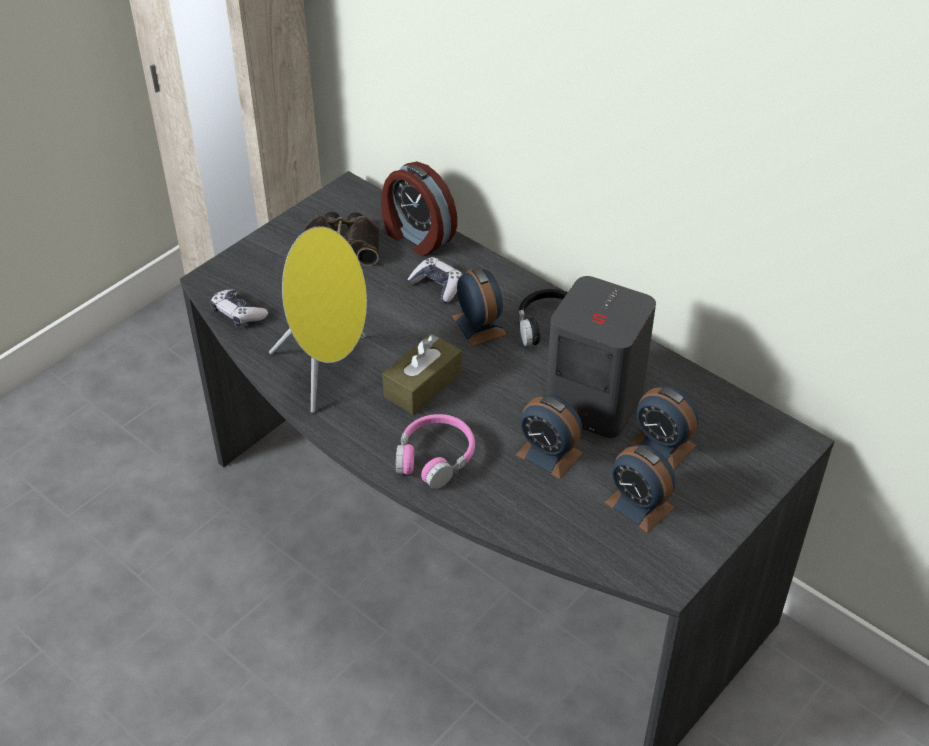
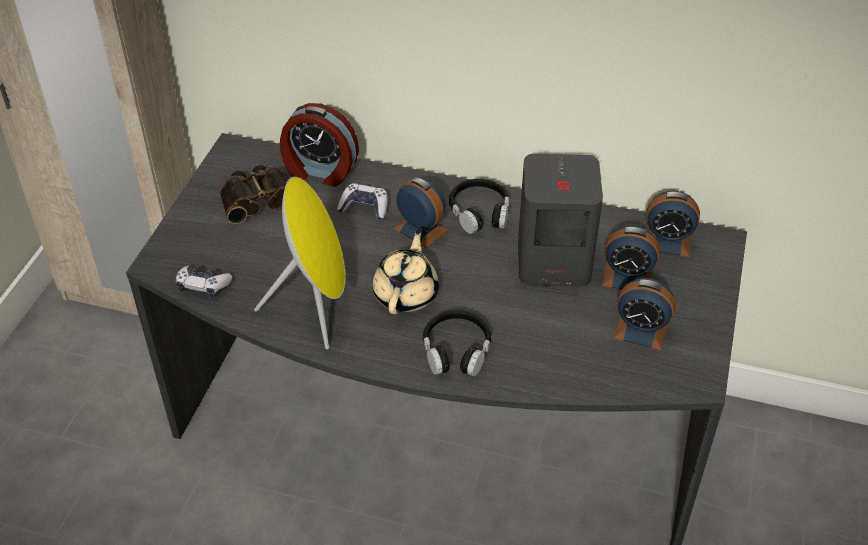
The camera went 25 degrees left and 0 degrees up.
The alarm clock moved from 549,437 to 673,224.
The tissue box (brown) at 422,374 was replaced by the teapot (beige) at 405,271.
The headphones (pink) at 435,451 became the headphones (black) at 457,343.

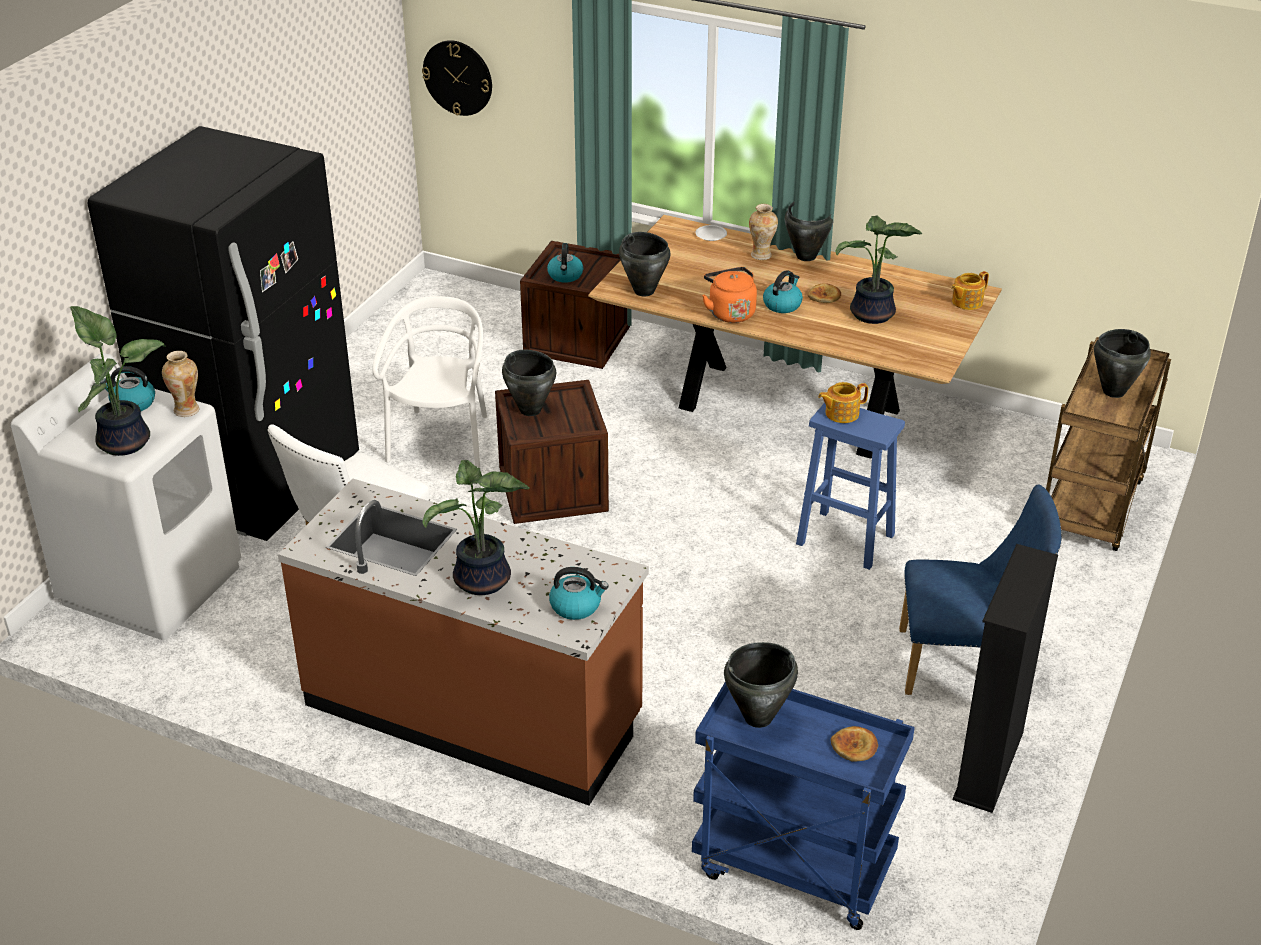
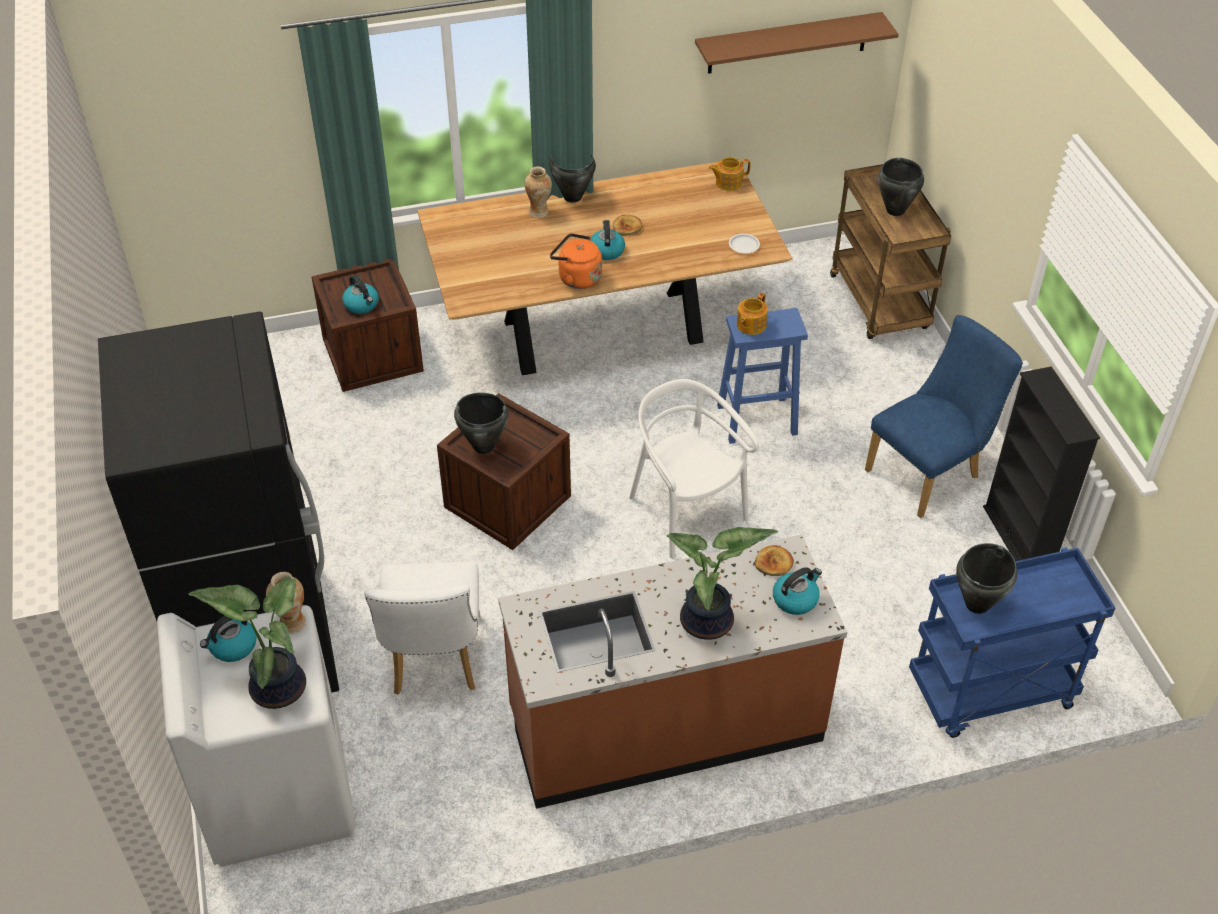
The camera went 40 degrees left and 10 degrees up.
The wall clock at 457,78 disappeared.
The cooking pot (black) at 644,264 disappeared.
The potted plant at 878,269 disappeared.
The shelf (brown) at 796,43 appeared.
The chair (white) moved from 430,382 to 694,469.
The plate (white) moved from 711,233 to 744,243.
The bread moved from 854,744 to 774,560.
The teapot at 970,290 turned 60 degrees clockwise.

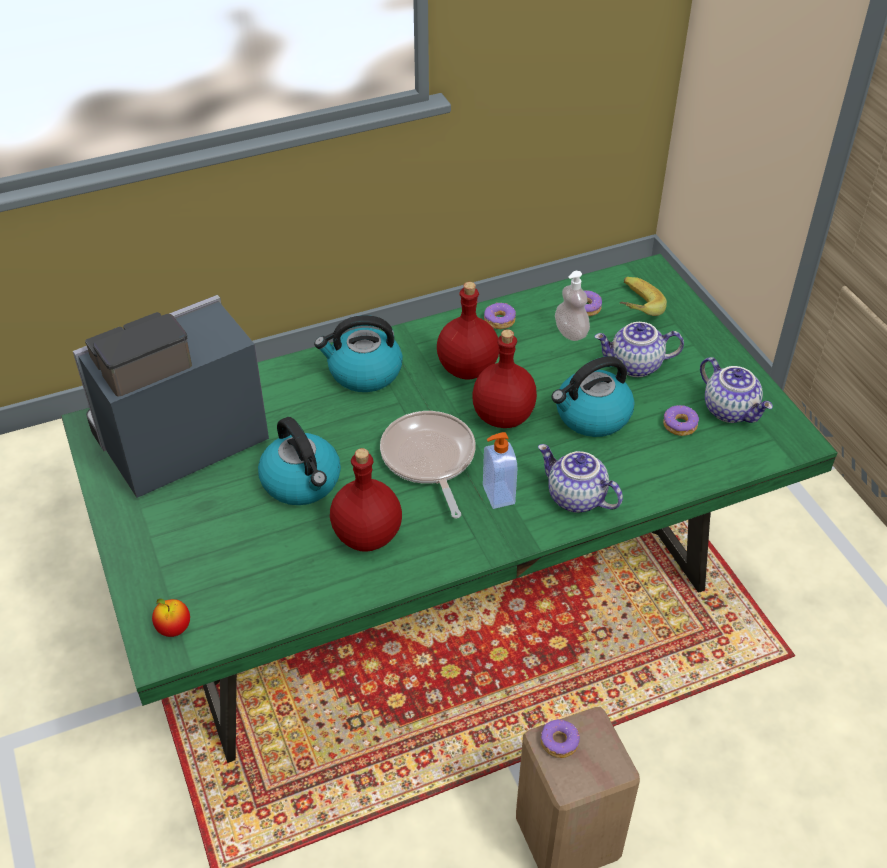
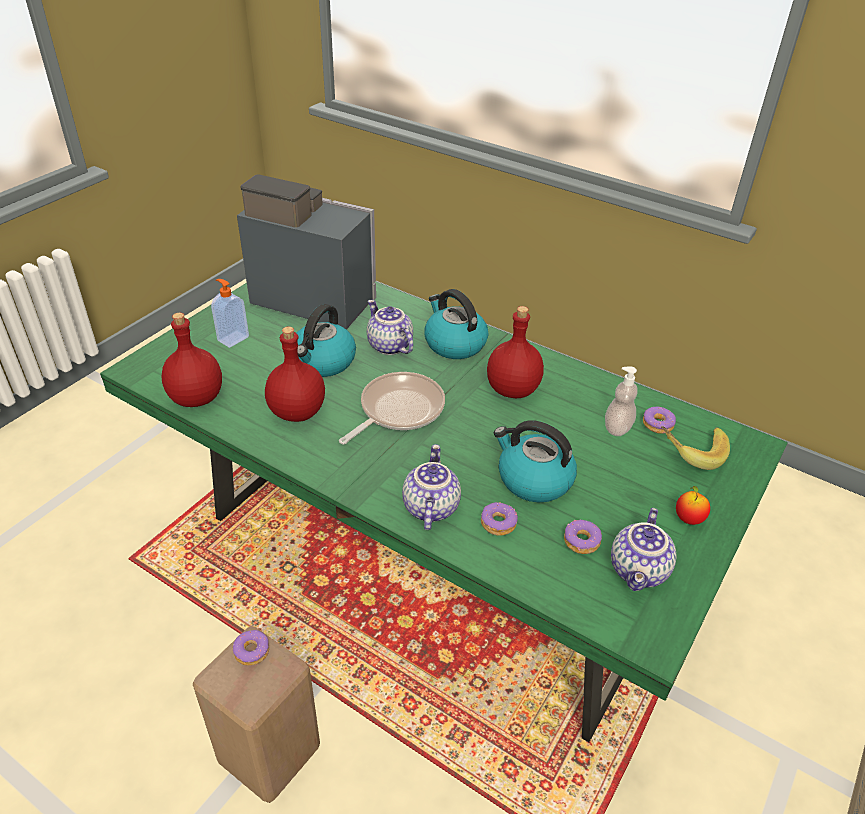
The camera went 55 degrees right and 5 degrees down.
The apple moved from 171,618 to 693,505.
The bottle (red) moved from 504,378 to 191,360.
The soap dispenser moved from 500,470 to 230,313.
The donut moved from 500,315 to 499,519.
The teapot moved from 639,349 to 390,327.

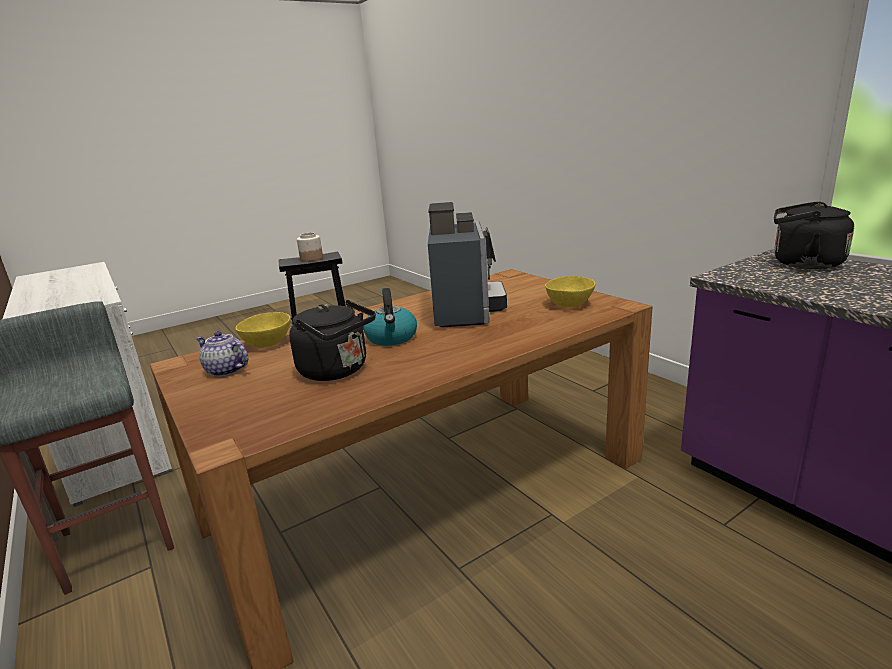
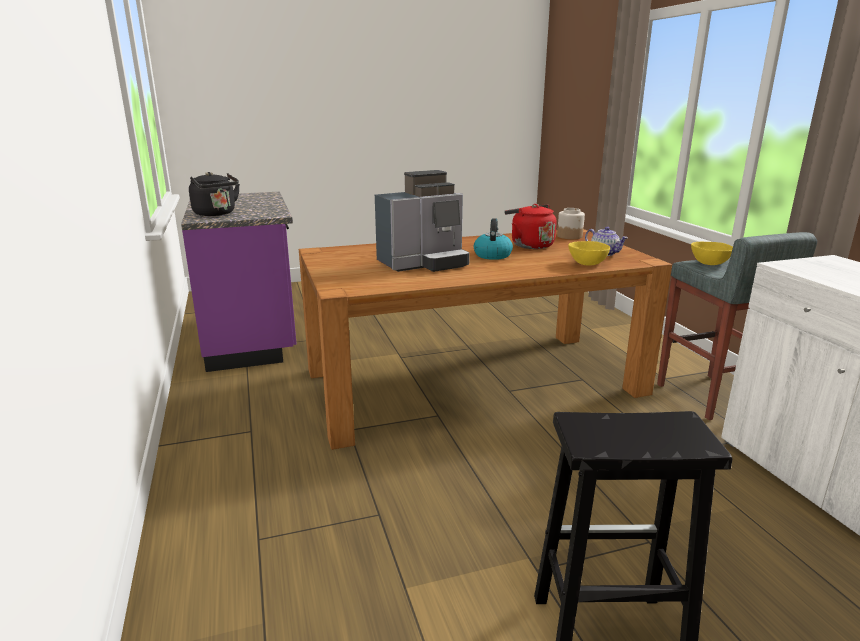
The camera went 165 degrees left and 0 degrees up.
The jar moved from 310,247 to 571,223.
The bowl (yellow) moved from 570,291 to 712,253.
The kettle (black) at 332,340 became the kettle (red) at 530,226.
The coffee machine at 467,264 turned 135 degrees counterclockwise.

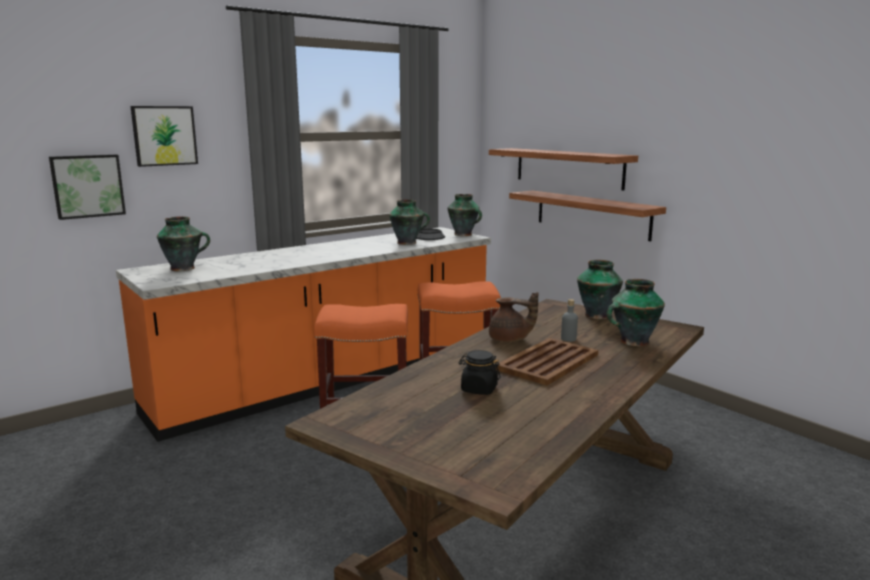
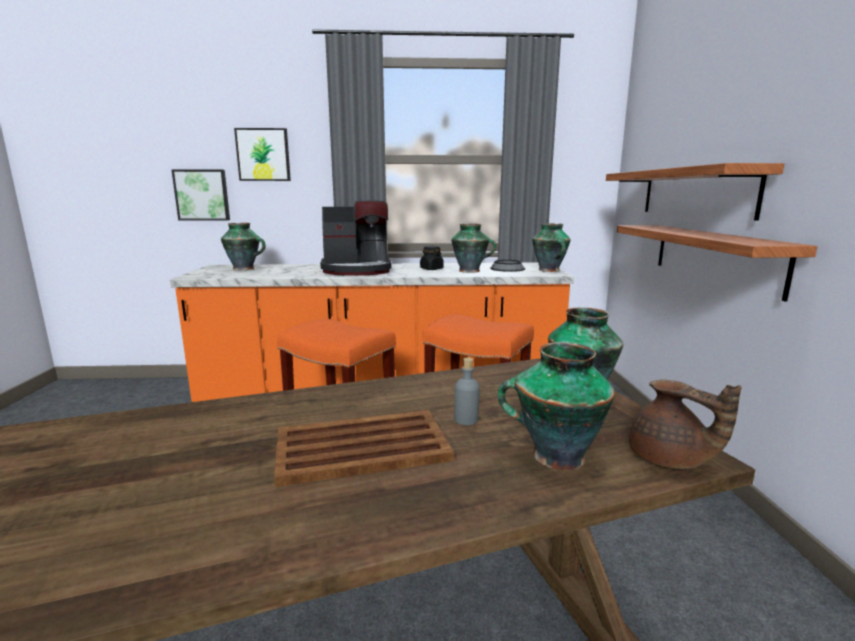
The camera went 35 degrees right and 0 degrees up.
The coffee machine at 356,238 appeared.
The jar (black) moved from 479,372 to 432,258.
The teapot (brown) moved from 513,317 to 685,424.

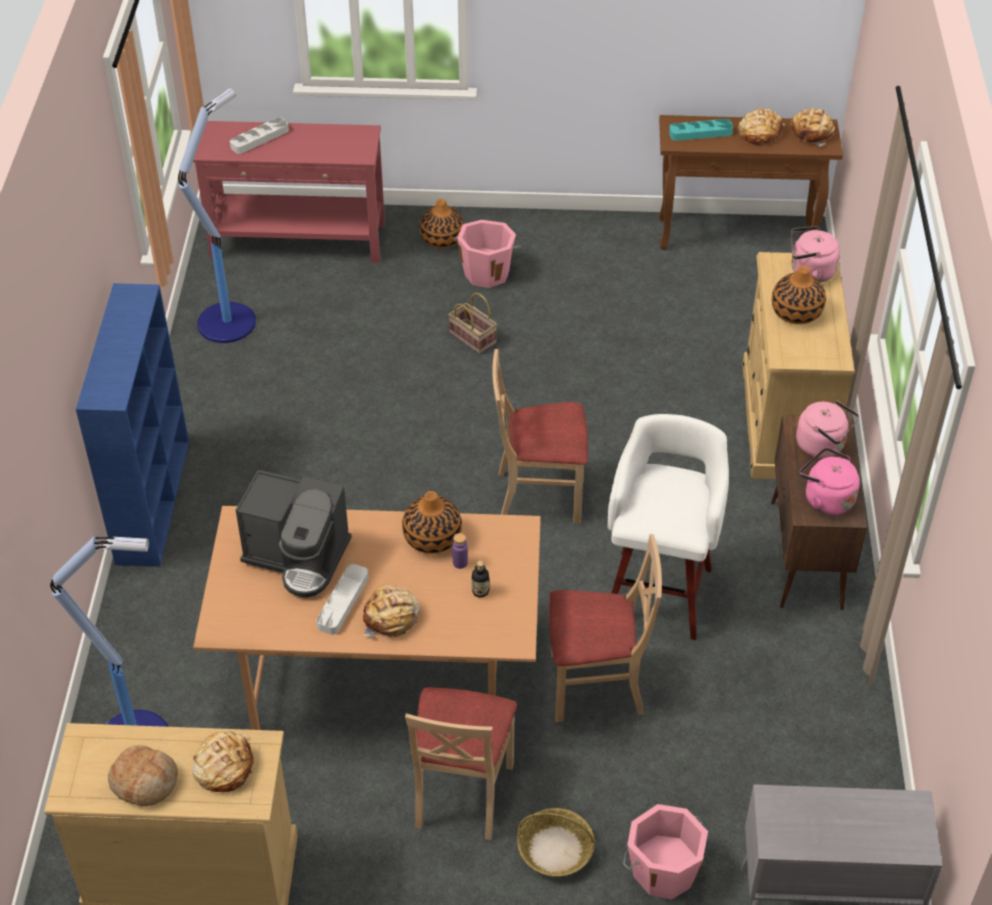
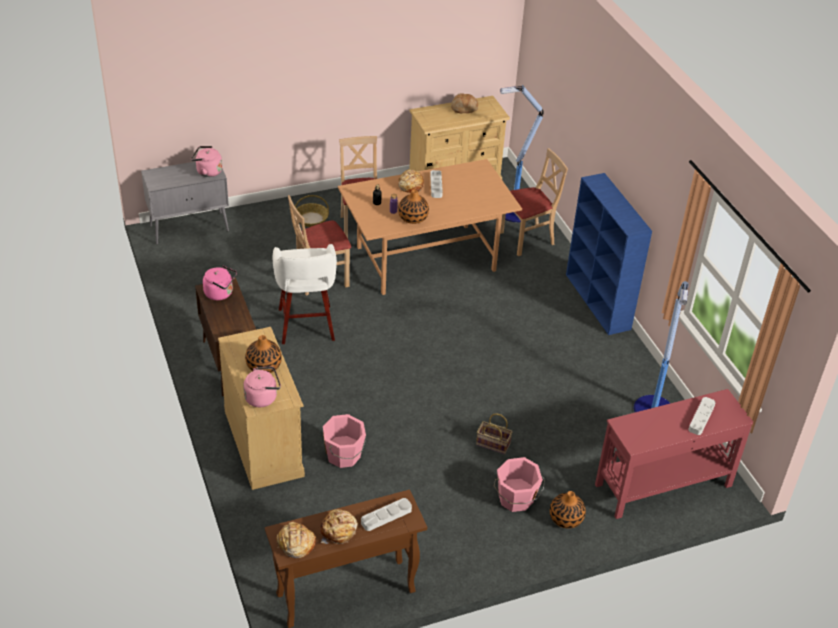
The camera went 155 degrees right and 5 degrees down.
The bread at 223,761 disappeared.
The coffee machine at 294,534 disappeared.
The chair (beige) moved from 540,436 to 534,202.
The bucket (pink) moved from 665,852 to 344,441.
The kettle (pink) moved from 827,429 to 206,161.
The tray (turquoise) at 701,130 became the tray (grey) at 386,514.

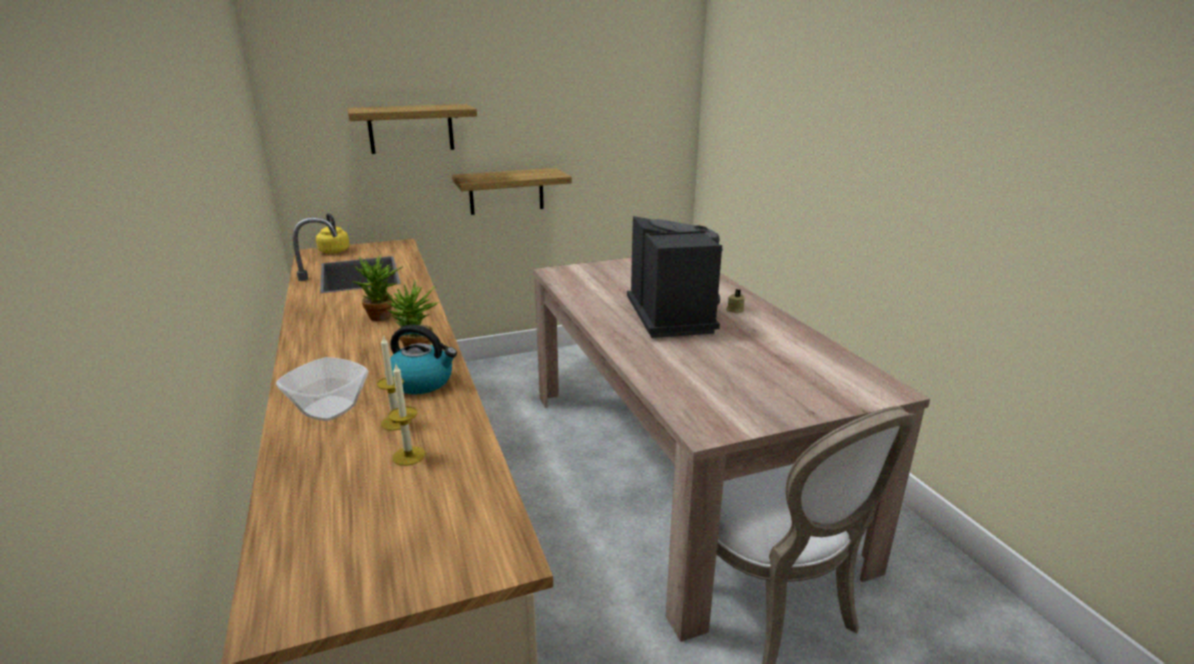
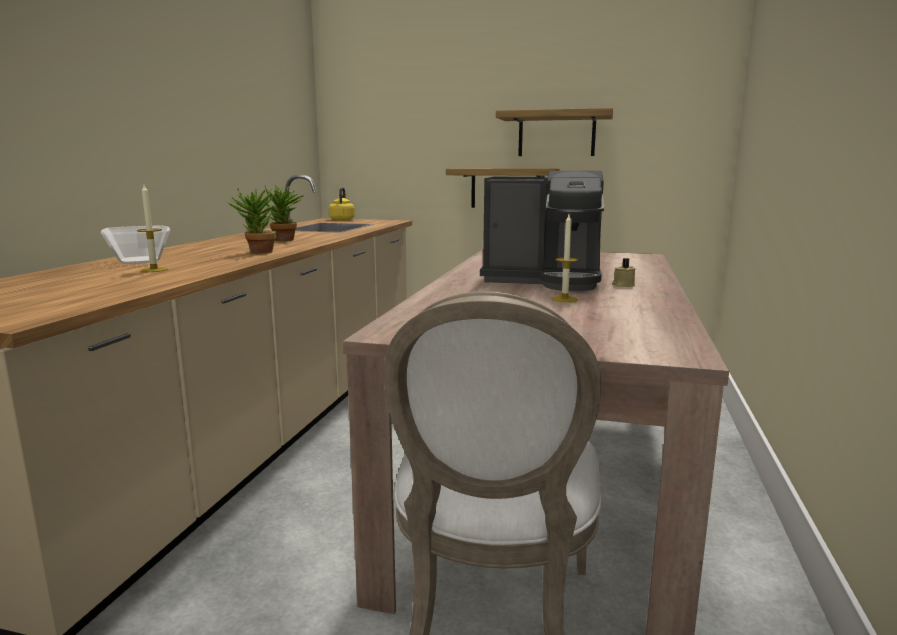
The camera went 35 degrees right and 10 degrees down.
The kettle at 421,359 disappeared.
The shelf moved from 412,129 to 554,132.
The candle moved from 406,415 to 565,258.
The coffee machine at 675,277 turned 75 degrees clockwise.

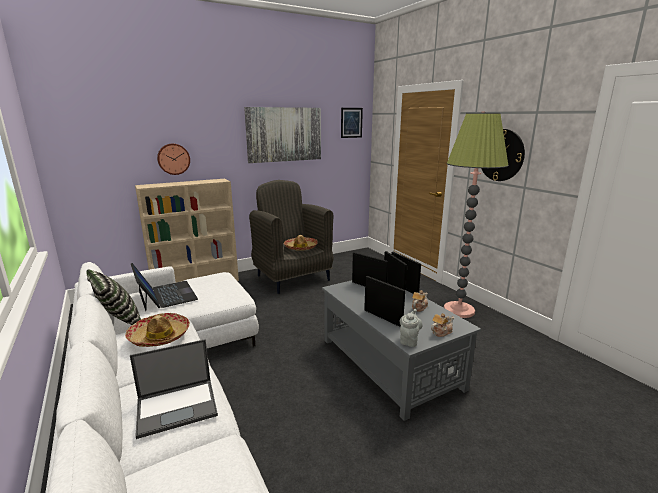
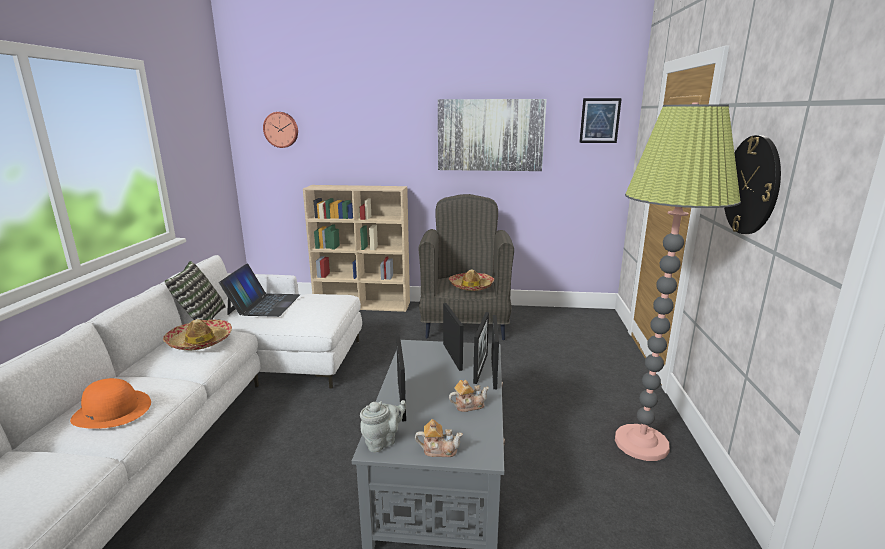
The camera went 35 degrees right and 0 degrees up.
The wall clock moved from 173,159 to 280,130.
The laptop at 174,389 was replaced by the hat (orange) at 110,403.

